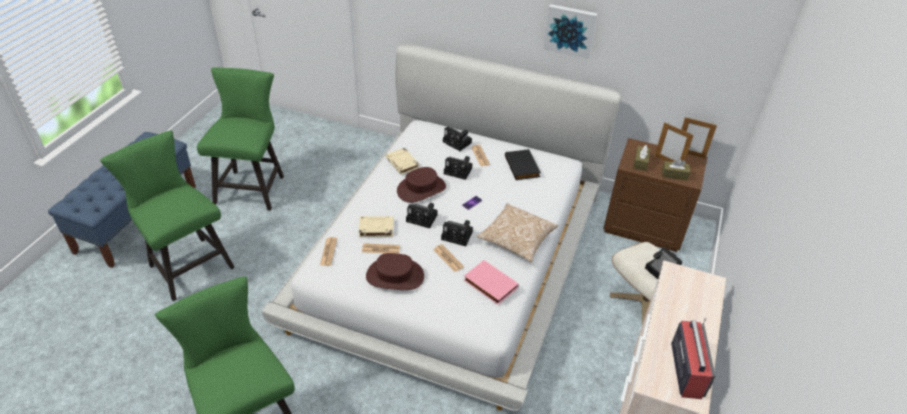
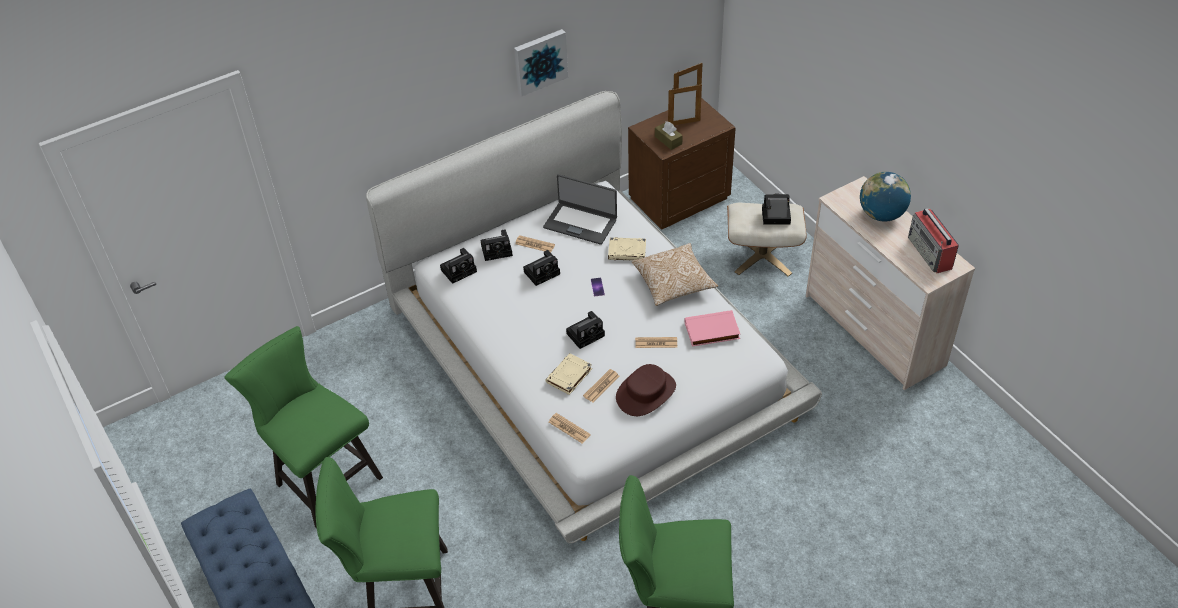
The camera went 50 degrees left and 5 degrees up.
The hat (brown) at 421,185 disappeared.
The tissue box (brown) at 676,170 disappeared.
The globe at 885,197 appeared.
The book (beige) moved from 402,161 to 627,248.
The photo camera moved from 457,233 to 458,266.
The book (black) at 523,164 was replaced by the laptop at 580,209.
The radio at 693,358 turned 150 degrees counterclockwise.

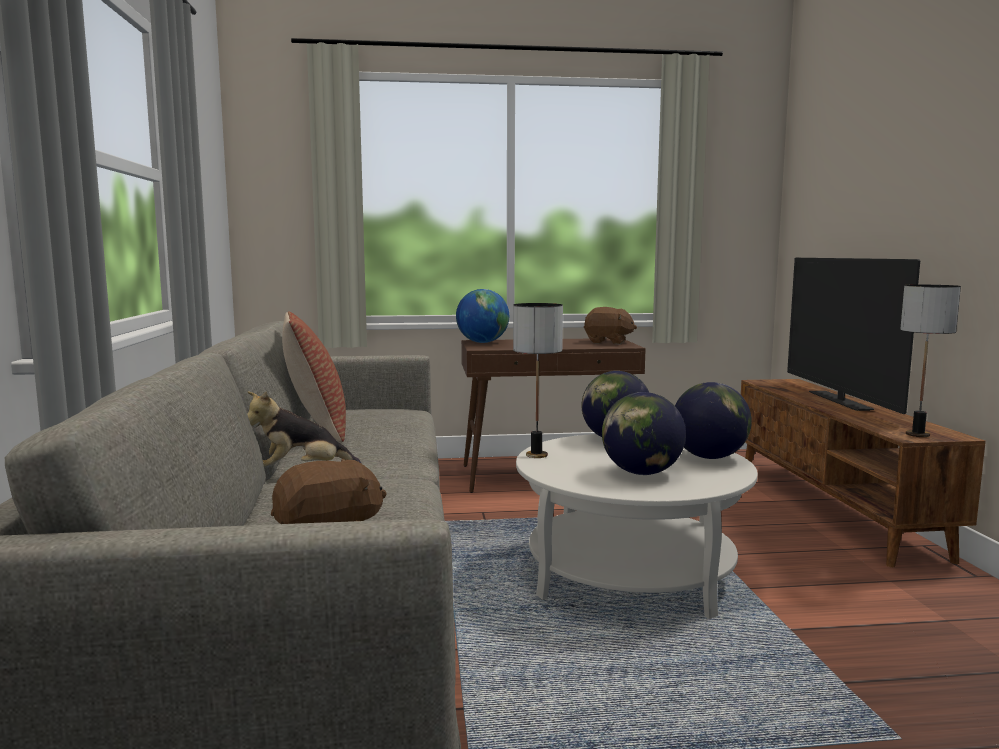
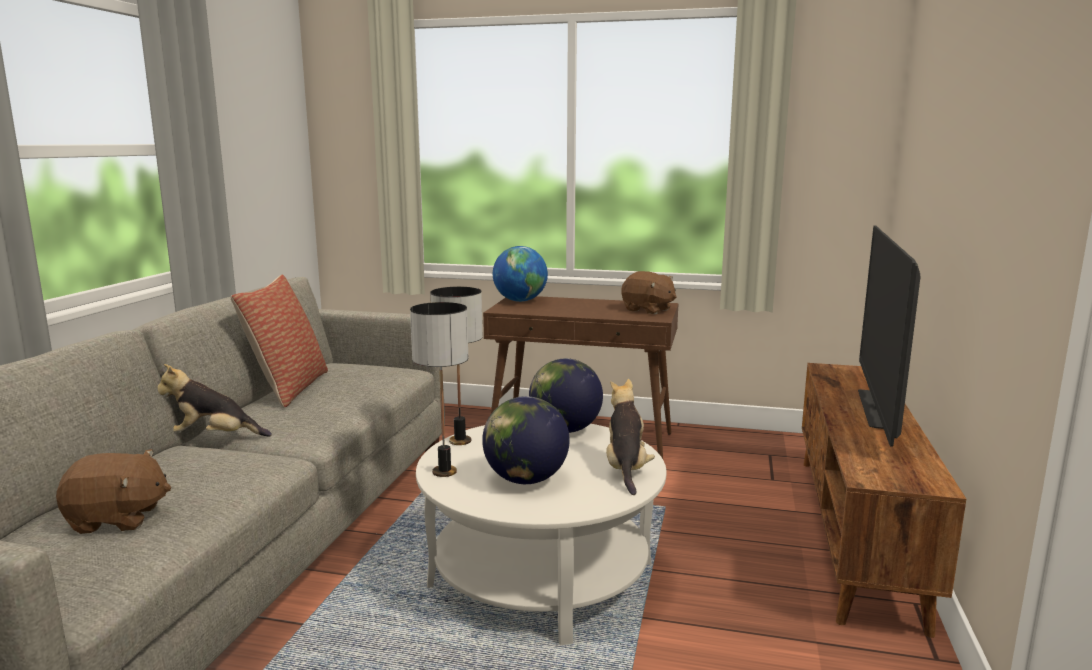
The camera went 20 degrees right and 5 degrees up.
The table lamp moved from 930,361 to 439,389.
The globe at 713,420 was replaced by the plush toy at 630,437.

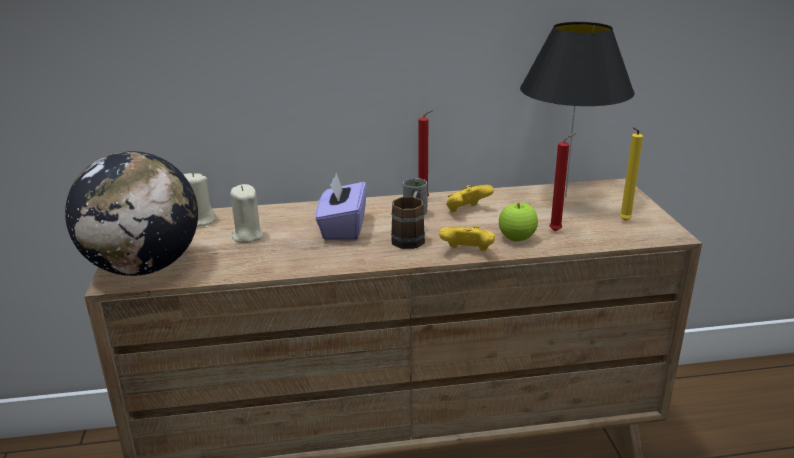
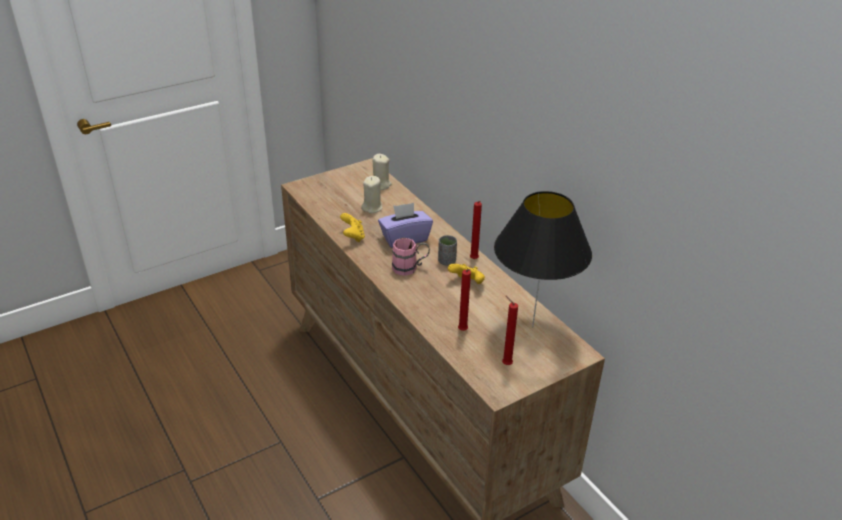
The camera went 65 degrees right and 10 degrees up.
The globe at 131,213 disappeared.
The apple at 518,221 disappeared.
The game controller (yellow) moved from 467,238 to 352,227.
The mug (brown) at 408,220 became the mug (pink) at 411,257.
The candle (yellow) at 631,174 became the candle (red) at 510,330.

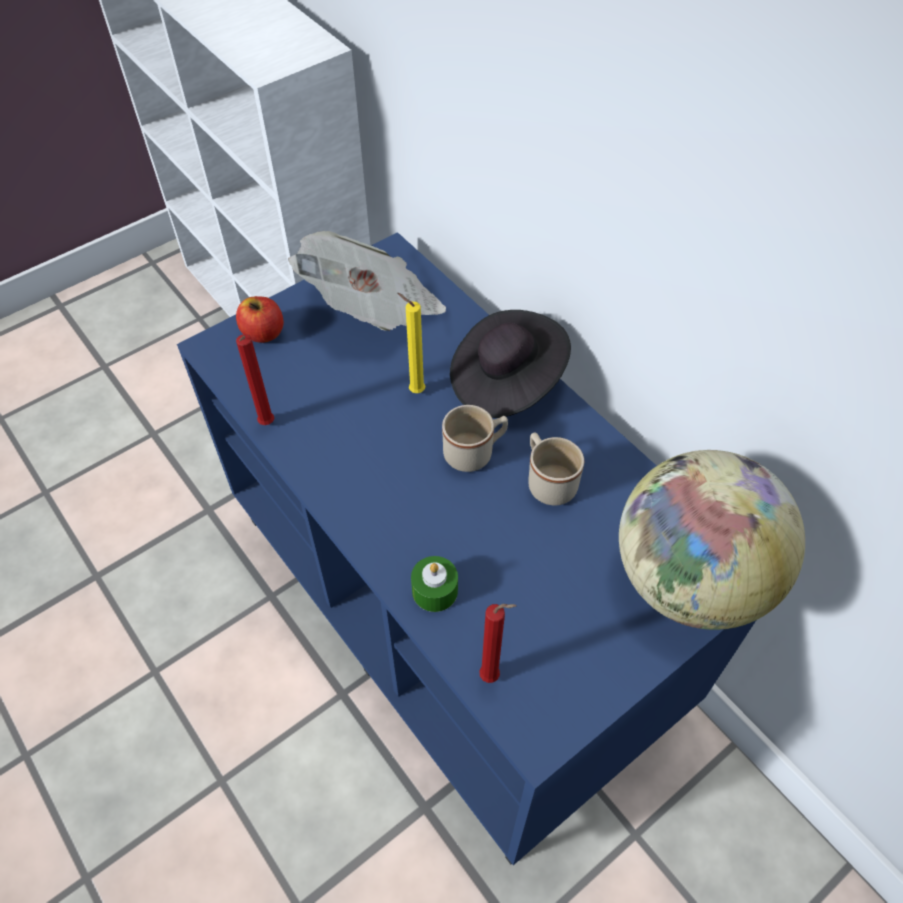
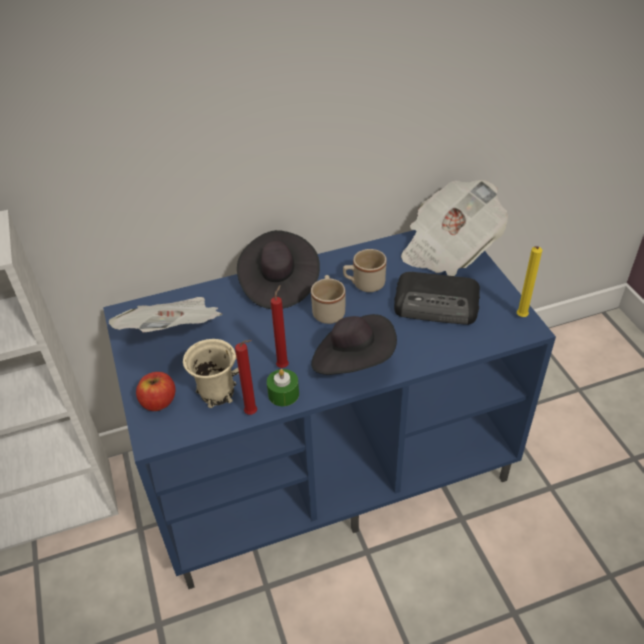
The camera went 70 degrees left and 10 degrees down.
The mug (beige) at 211,373 appeared.
The hat (black) at 354,344 appeared.
The radio at 437,298 appeared.
The candle (yellow) moved from 411,343 to 529,281.
The candle (green) moved from 434,584 to 283,387.
The candle (red) moved from 498,643 to 280,326.
The globe at 712,540 was replaced by the newspaper at 454,228.

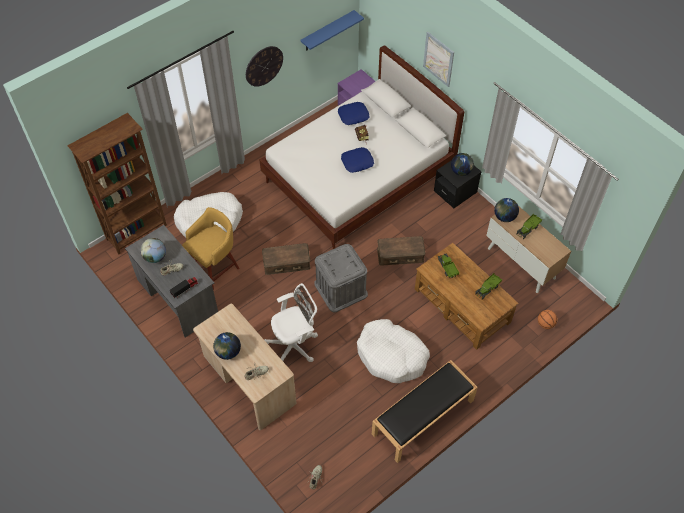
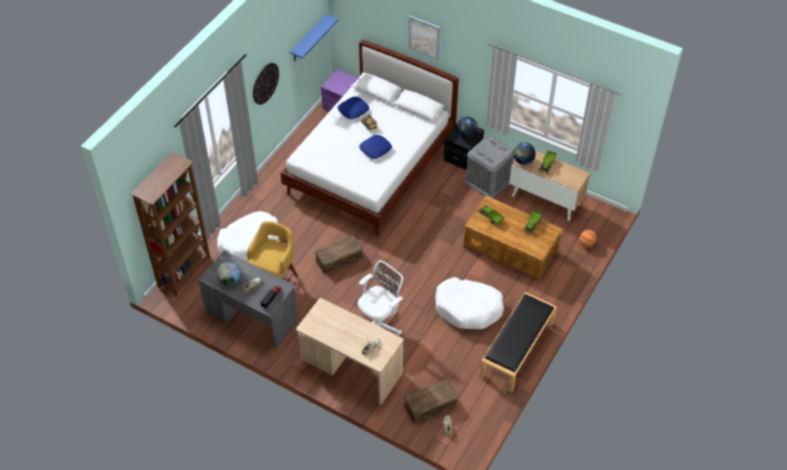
The camera went 20 degrees left and 5 degrees down.
The globe at 227,346 disappeared.
The storage box (grey) moved from 341,278 to 489,167.
The storage box (brown) moved from 401,251 to 430,401.

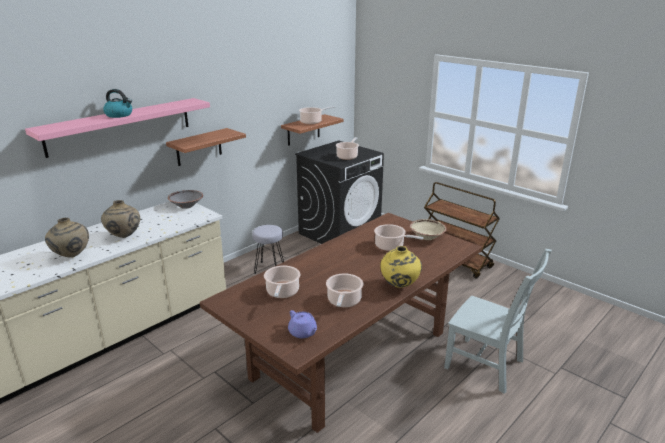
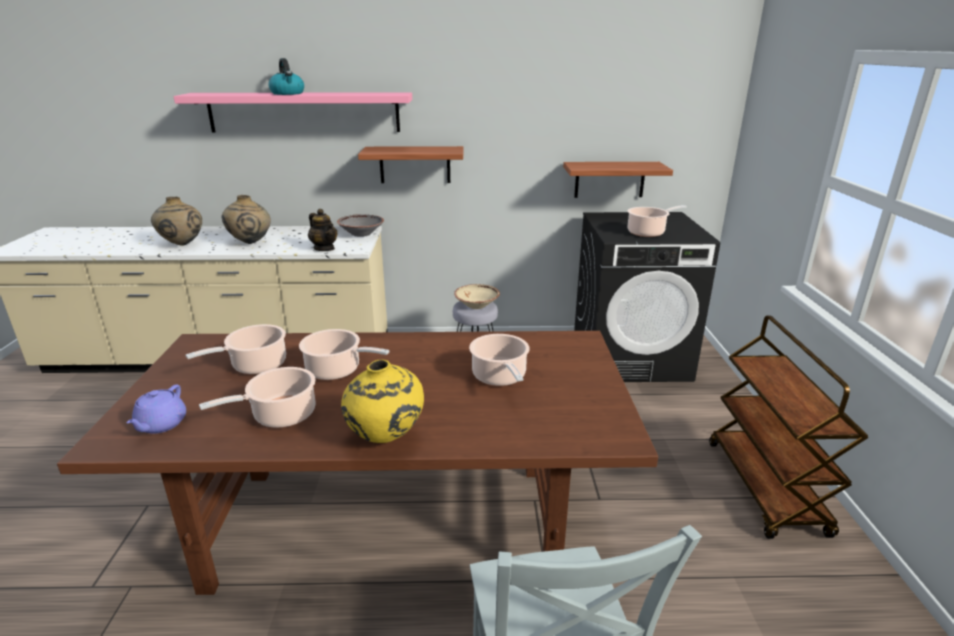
The camera went 45 degrees right and 0 degrees up.
The teapot at 322,230 appeared.
The cooking pot moved from 317,115 to 344,354.
The bowl (beige) moved from 428,229 to 477,296.

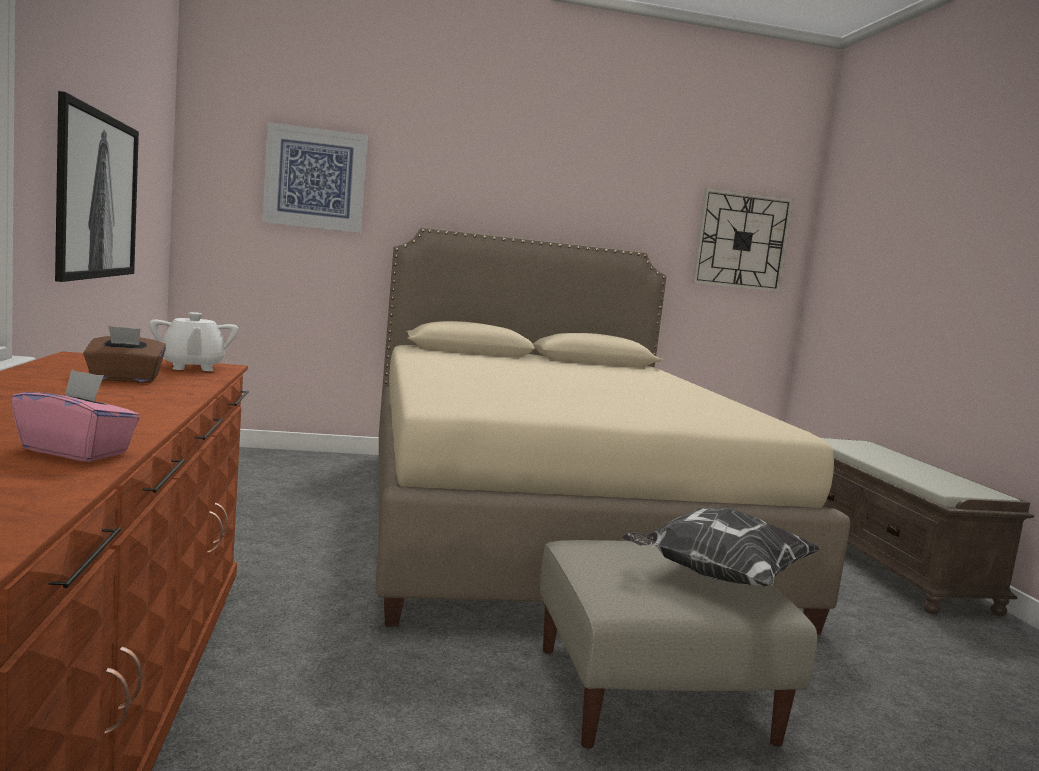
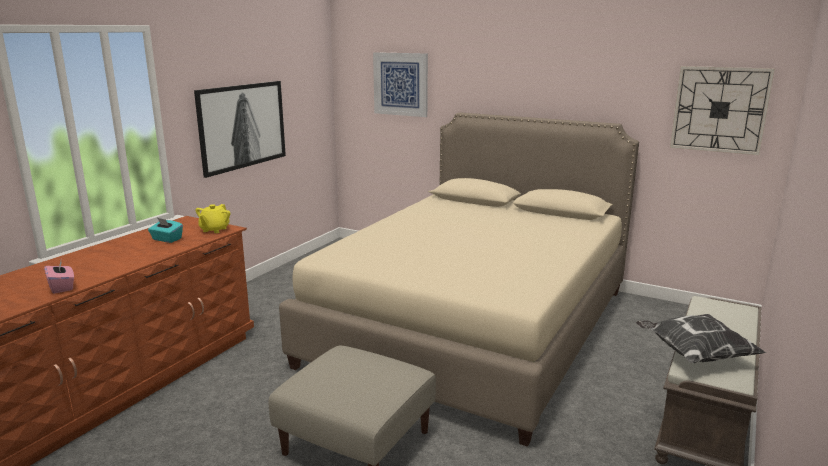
The camera went 40 degrees right and 10 degrees up.
The pillow moved from 721,547 to 701,338.
The tissue box (brown) at 124,354 became the tissue box (turquoise) at 165,230.
The teapot (white) at 193,341 became the teapot (yellow) at 212,218.

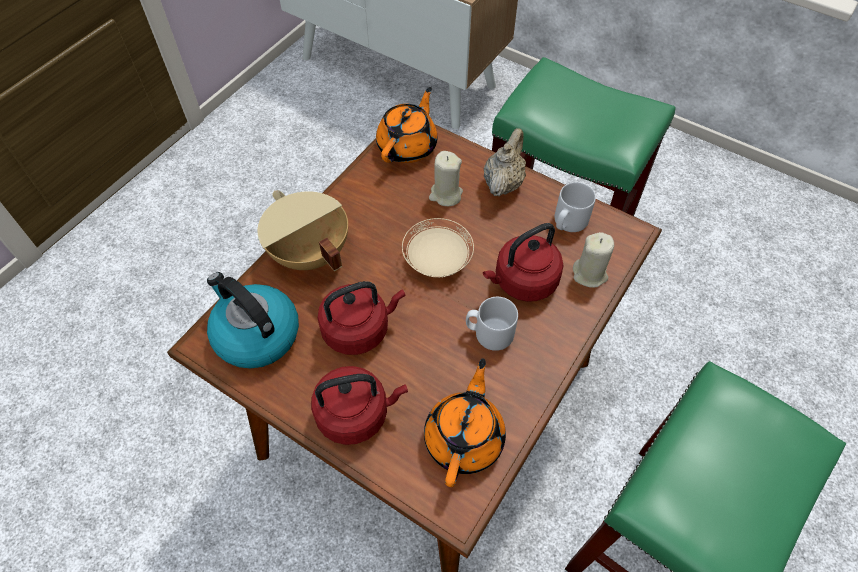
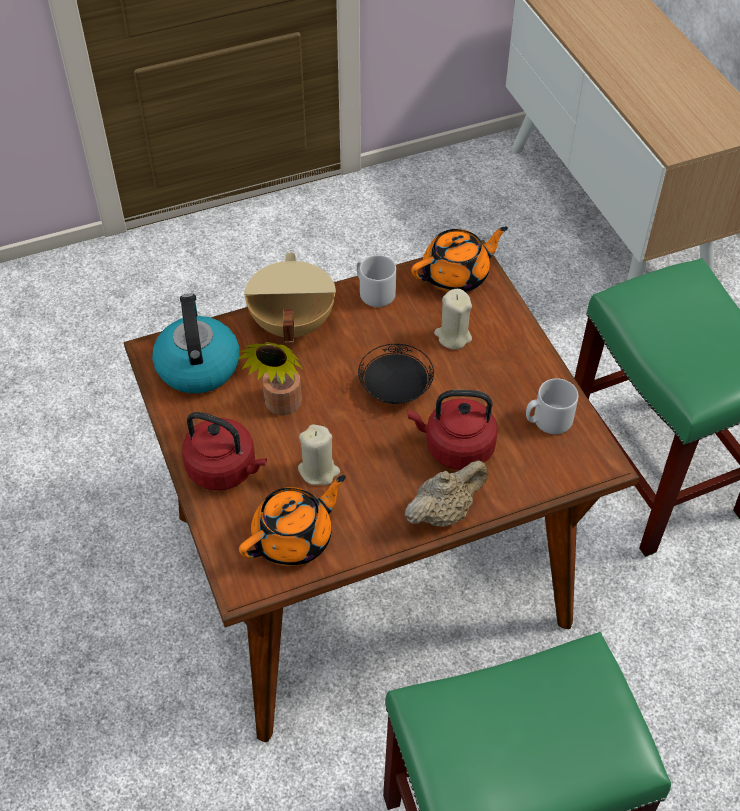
The camera went 35 degrees right and 5 degrees down.
The mug (grey) moved from 492,324 to 376,281.
The teapot (beige) moved from 505,162 to 446,493.
The candle (beige) moved from 593,260 to 319,455.
The kettle (red) at 361,318 was replaced by the potted plant at 269,378.
The plate (beige) at 438,247 became the plate (black) at 396,374.

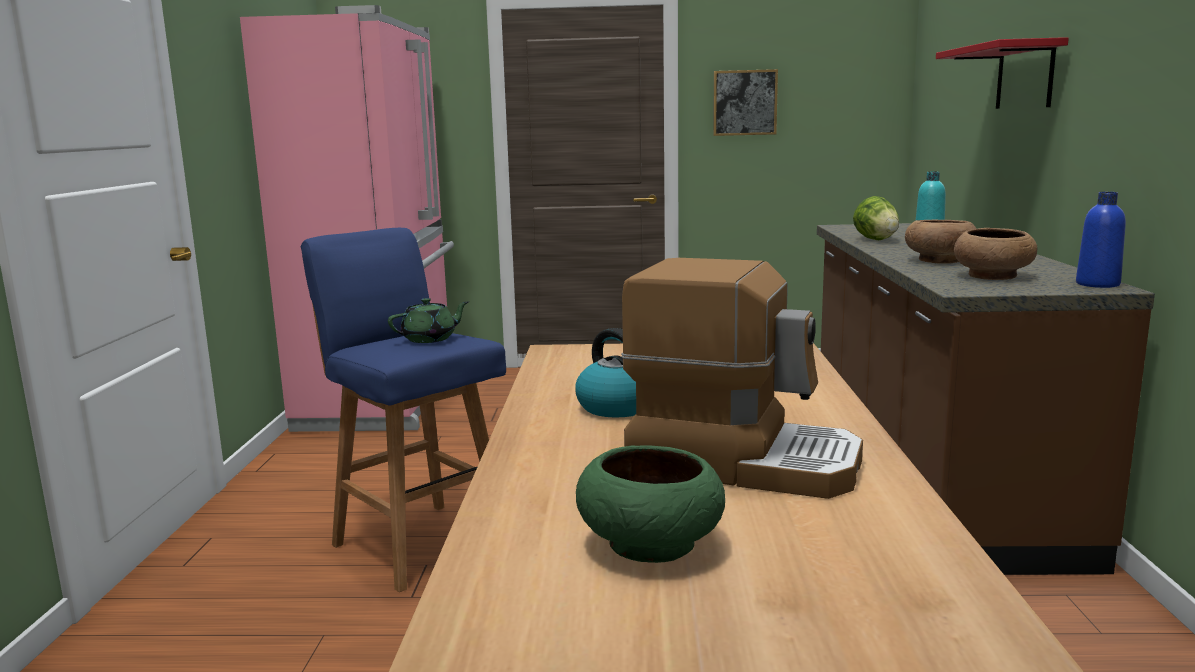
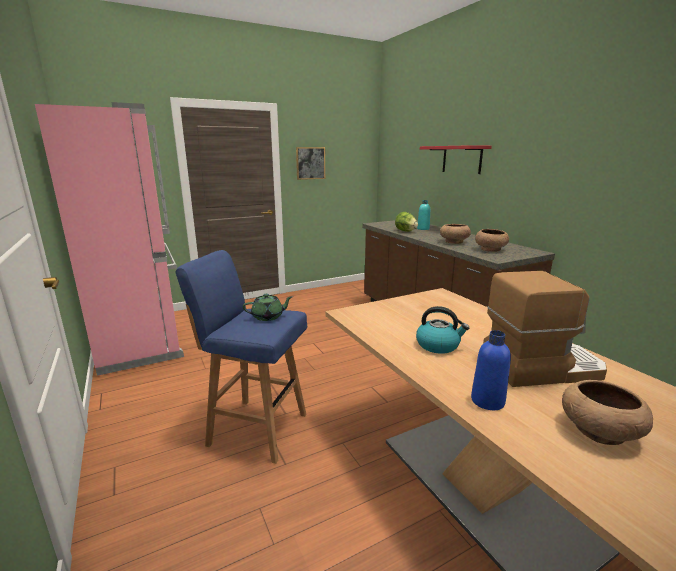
The camera went 30 degrees left and 5 degrees up.
The bottle (blue) moved from 1101,240 to 491,370.
The bowl (green) at 650,504 became the bowl (brown) at 607,412.
The teapot (green) at 428,320 turned 45 degrees clockwise.

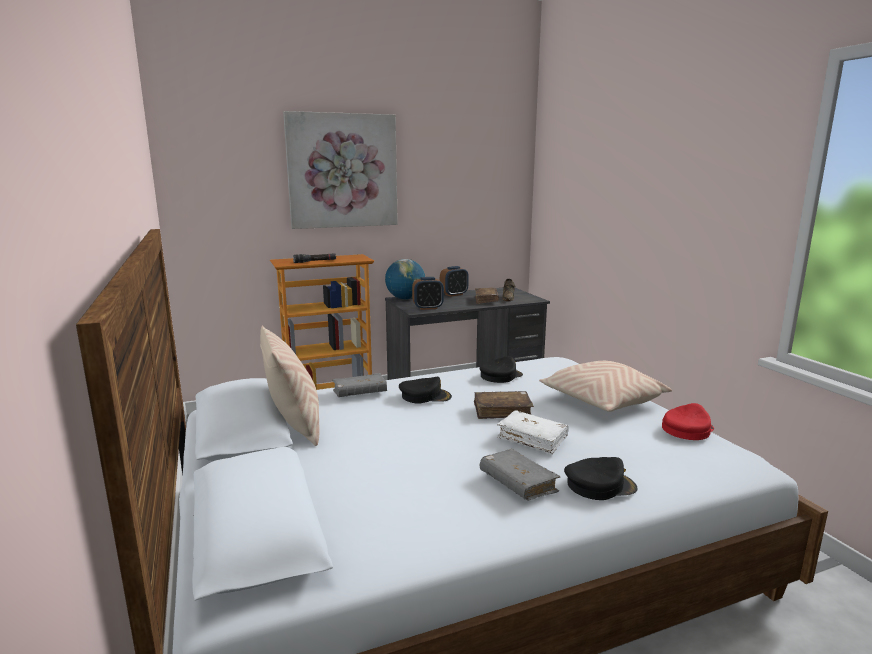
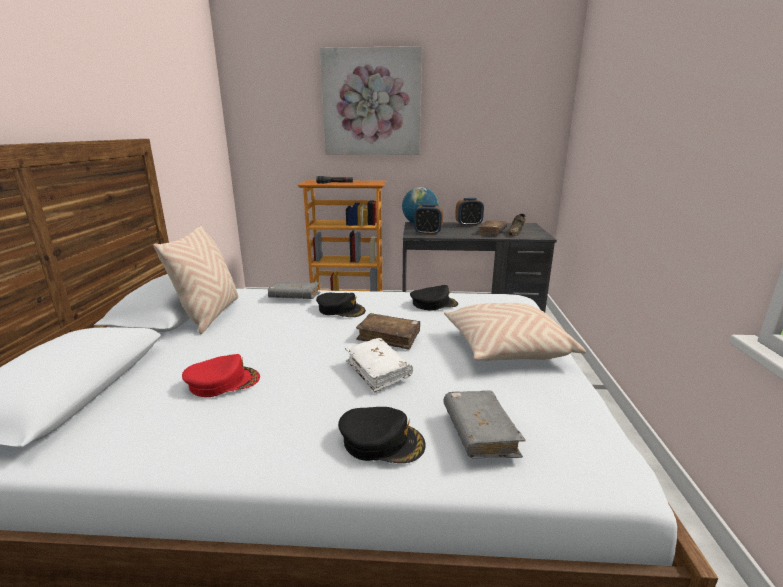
The camera went 25 degrees right and 5 degrees up.
The book (grey) moved from 520,475 to 484,424.
The cap (red) moved from 688,421 to 221,375.

